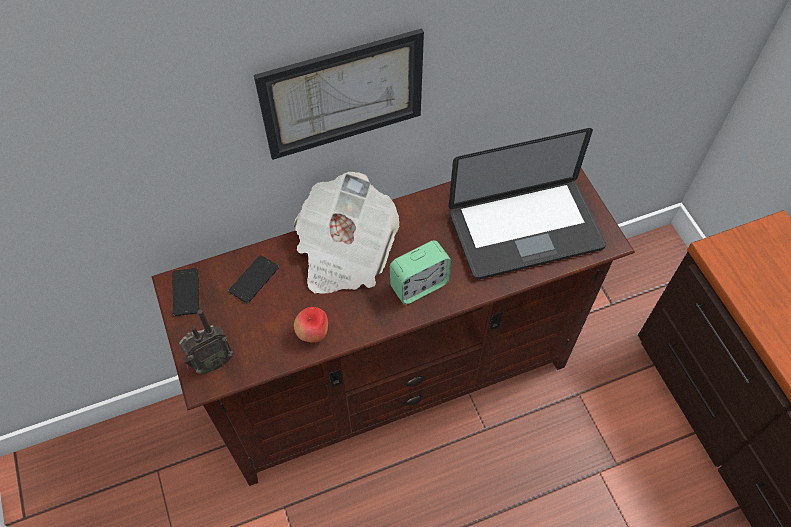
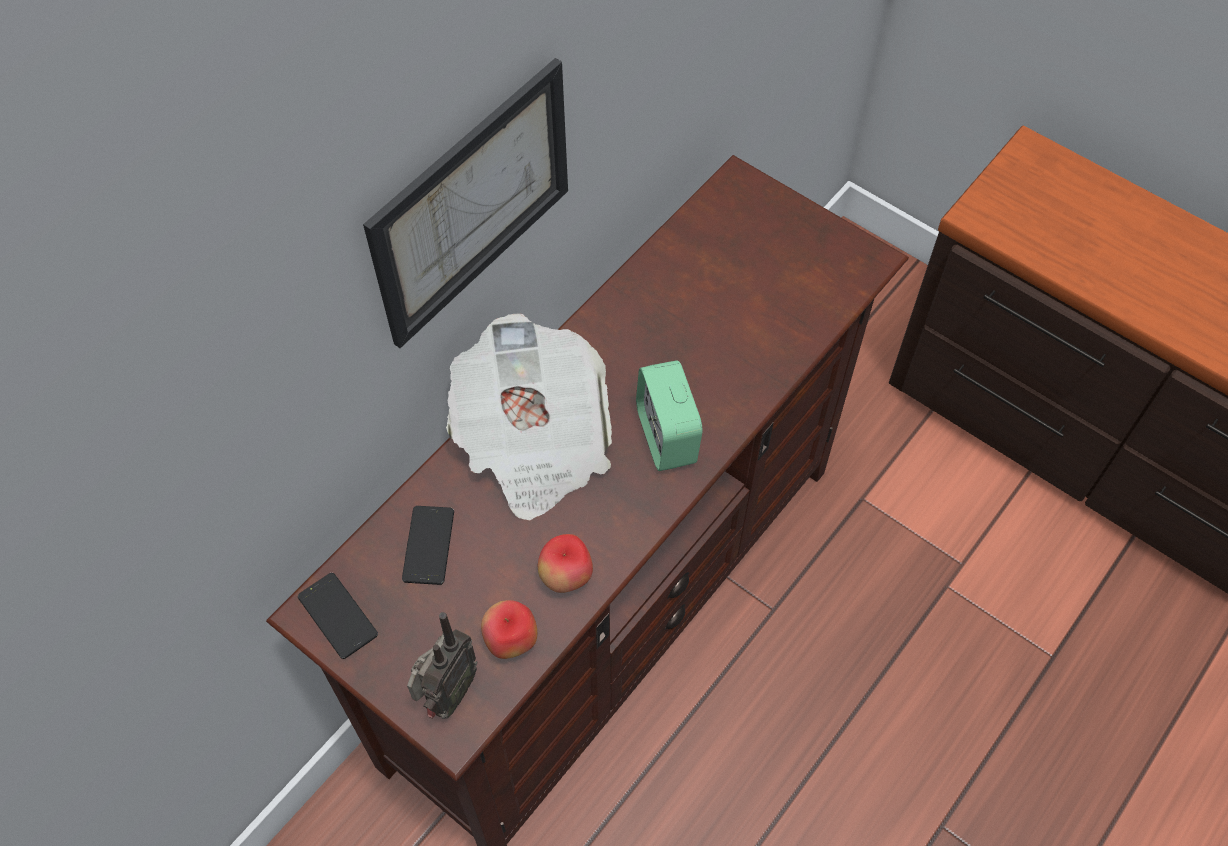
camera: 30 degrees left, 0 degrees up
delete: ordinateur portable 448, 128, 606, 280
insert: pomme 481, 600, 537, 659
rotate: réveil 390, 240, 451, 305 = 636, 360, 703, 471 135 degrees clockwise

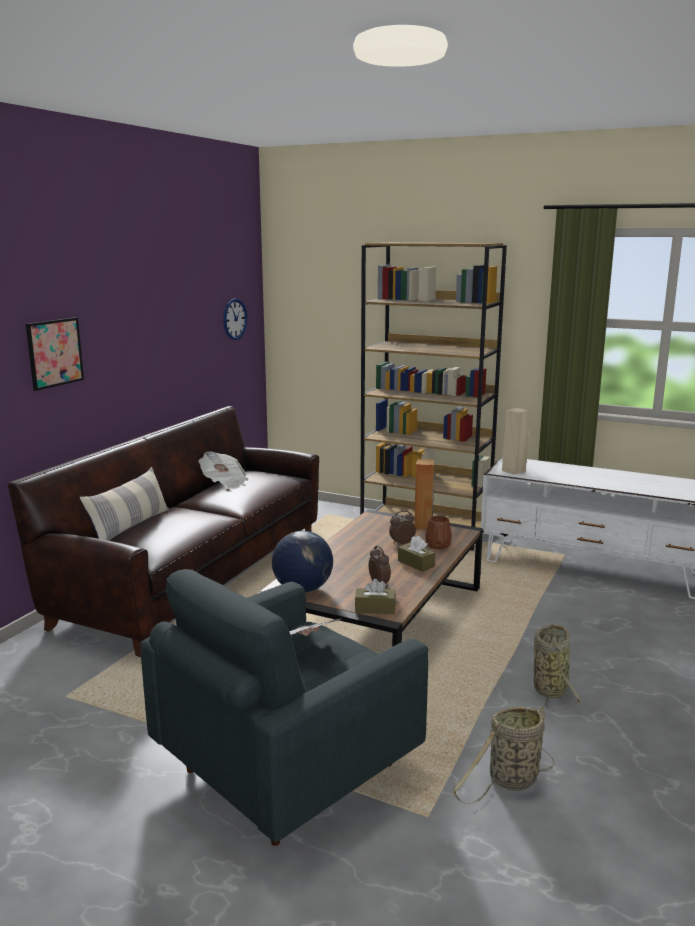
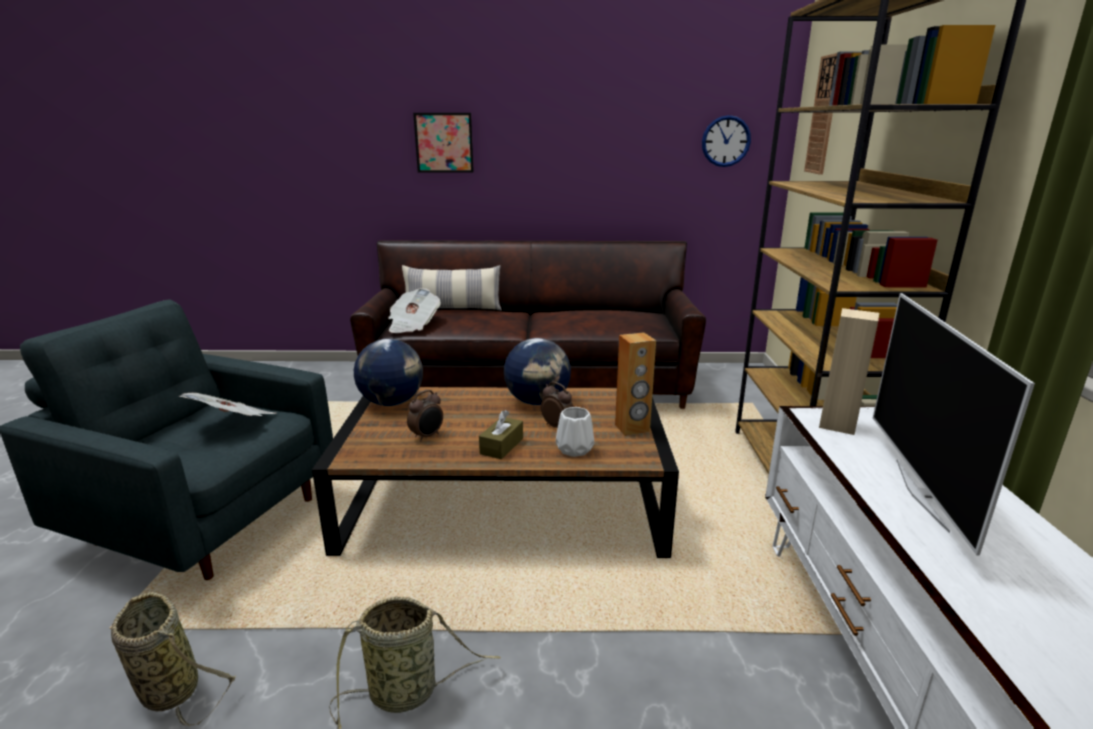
camera: 65 degrees right, 5 degrees up
delete: boîte à mouchoirs [marron] 355, 579, 396, 614
insert: globe 504, 338, 571, 405; horloge murale 804, 53, 837, 175; téléviseur 873, 293, 1035, 556
move: journal 199, 451, 248, 490 to 388, 288, 441, 333
recolor: vase [marron] 425, 516, 452, 549 to vase [blanc] 556, 407, 594, 457

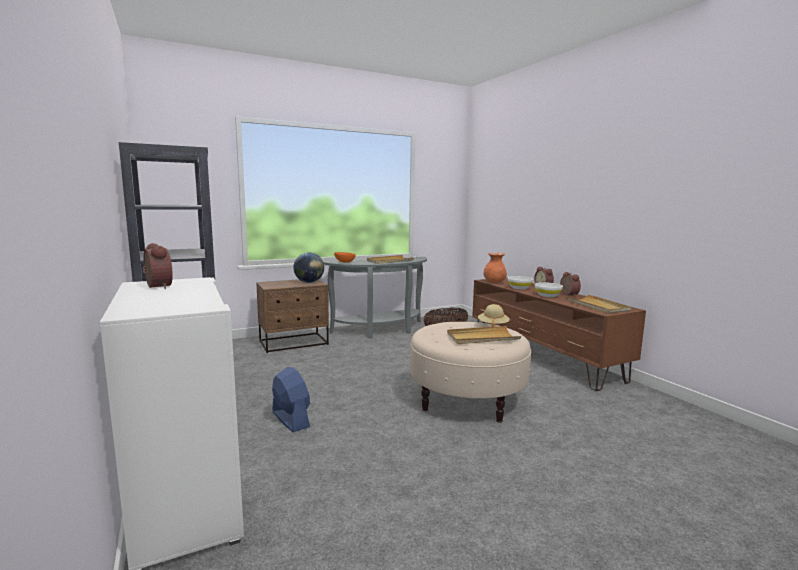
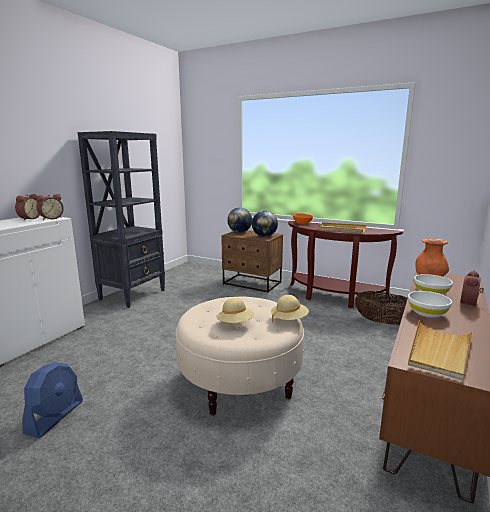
camera: 55 degrees right, 5 degrees up
insert: globe 227, 208, 252, 233
move: ventilateur [bleu] 272, 367, 310, 432 to 22, 362, 83, 438; réveil 560, 272, 581, 297 to 36, 194, 64, 220
replace: plateau [beige] 447, 326, 521, 344 to chapeau [beige] 216, 298, 255, 323
recolor: table console [gris] 323, 257, 427, 338 to table console [marron] 288, 221, 403, 308

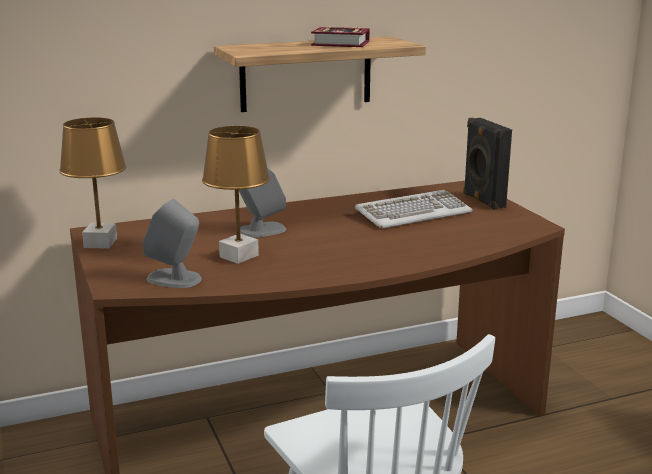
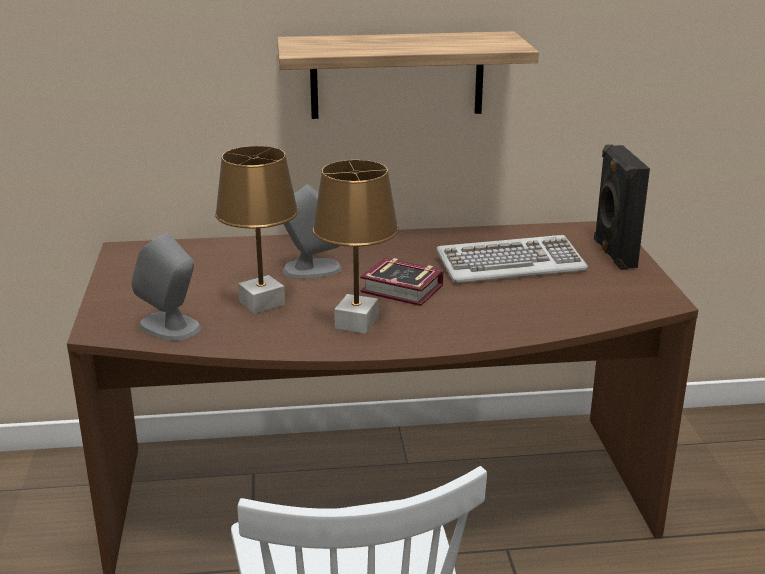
camera: 15 degrees right, 5 degrees up
move: lampe de table [marron] 59, 117, 127, 249 to 312, 160, 399, 334; livre 311, 26, 370, 47 to 360, 257, 444, 306

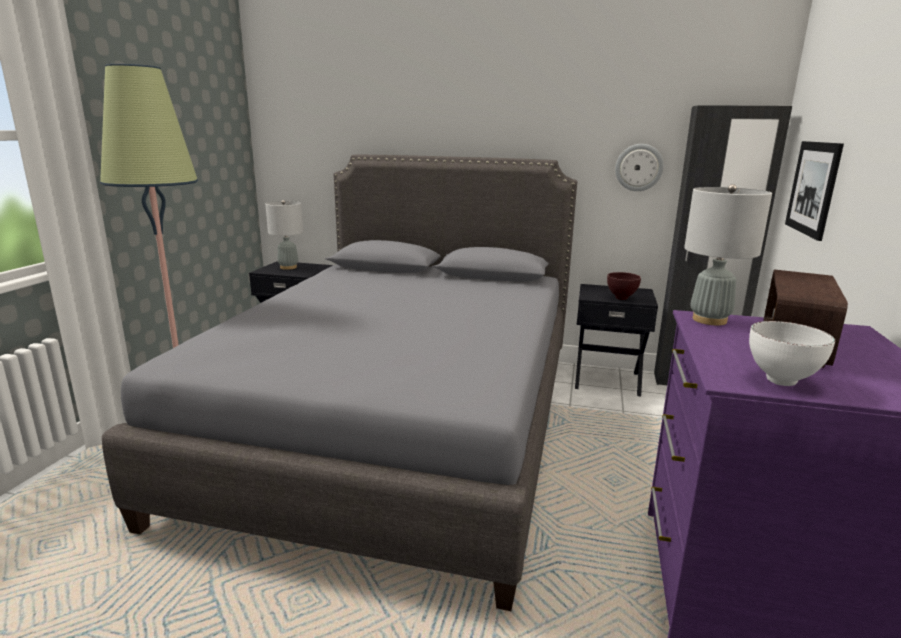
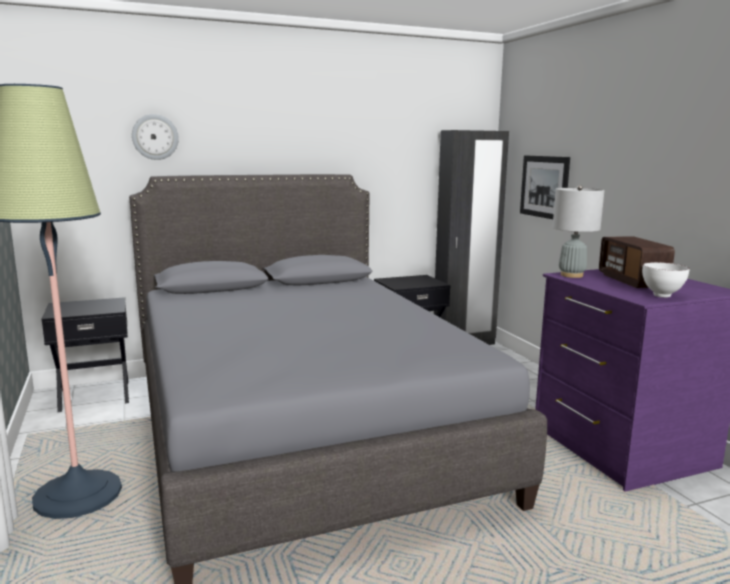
camera: 35 degrees left, 5 degrees down
delete: lampe de table [gris] 265, 200, 303, 270; bol [marron] 607, 272, 641, 300
move: horloge murale 615, 144, 664, 191 to 132, 114, 179, 160

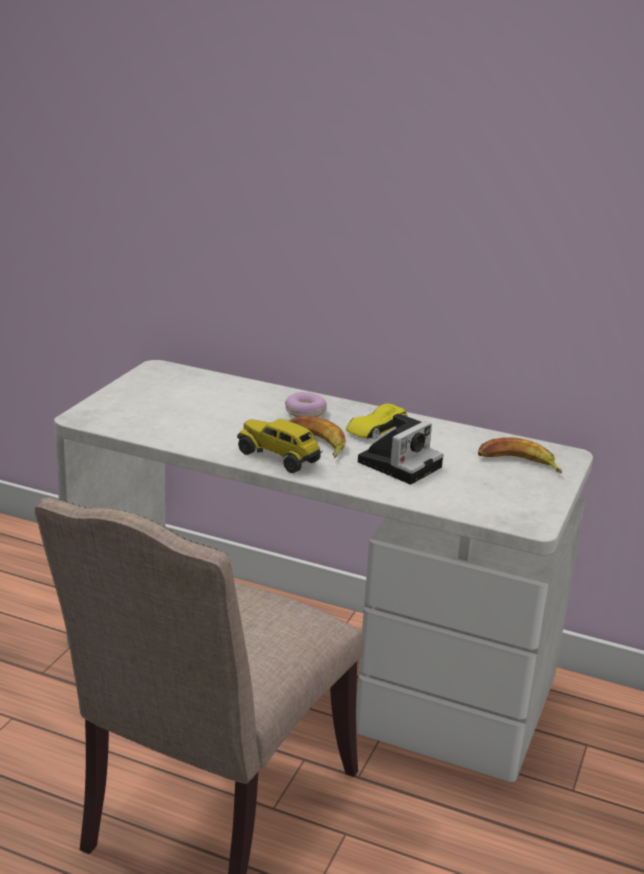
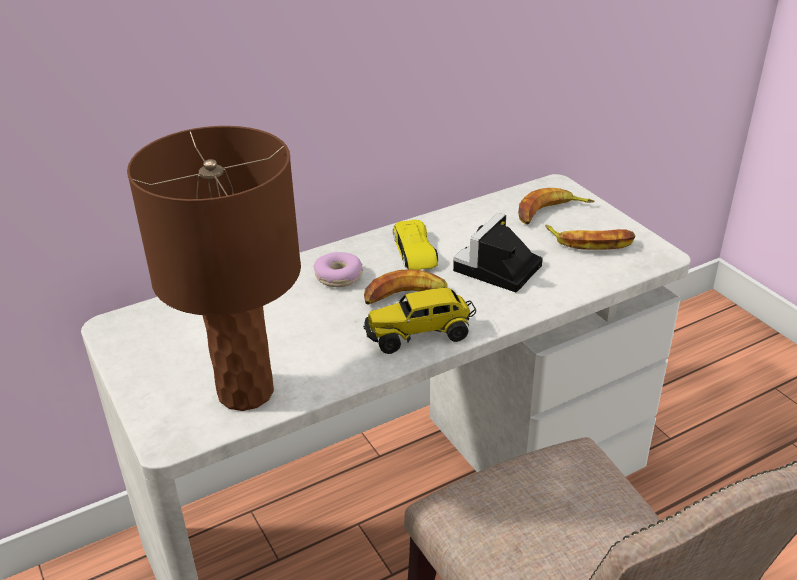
camera: 50 degrees left, 10 degrees up
insert: lampe de table [marron] 127, 126, 301, 411; banane 545, 224, 636, 250
rotate: appareil photo 358, 413, 444, 485 = 453, 213, 543, 292 135 degrees counterclockwise

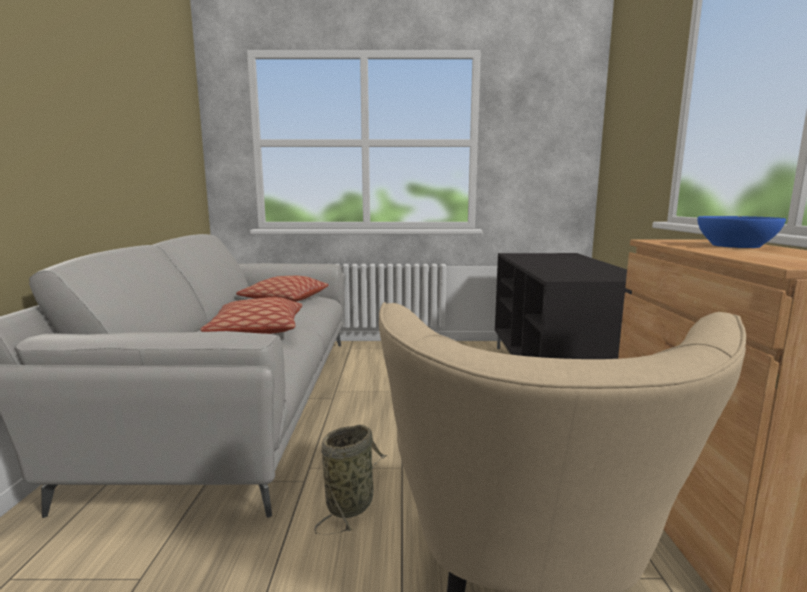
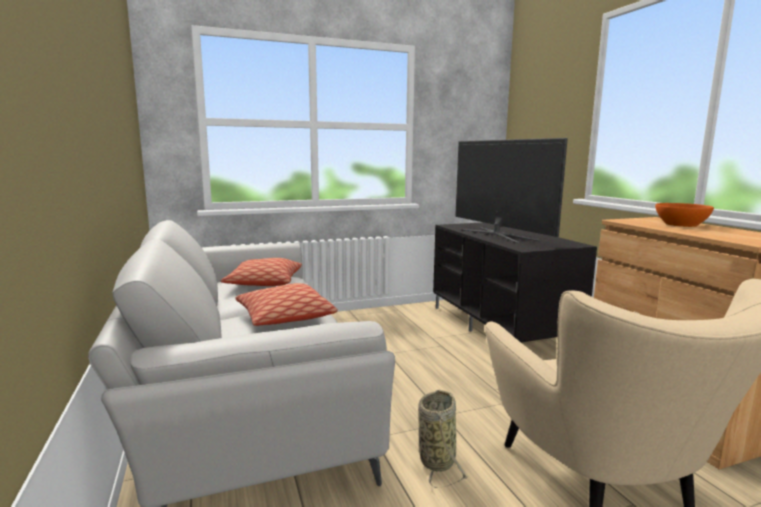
camera: 20 degrees left, 0 degrees up
insert: téléviseur 455, 138, 568, 243
recolor: bol [bleu] 697, 216, 786, 248 to bol [orange] 655, 203, 714, 227

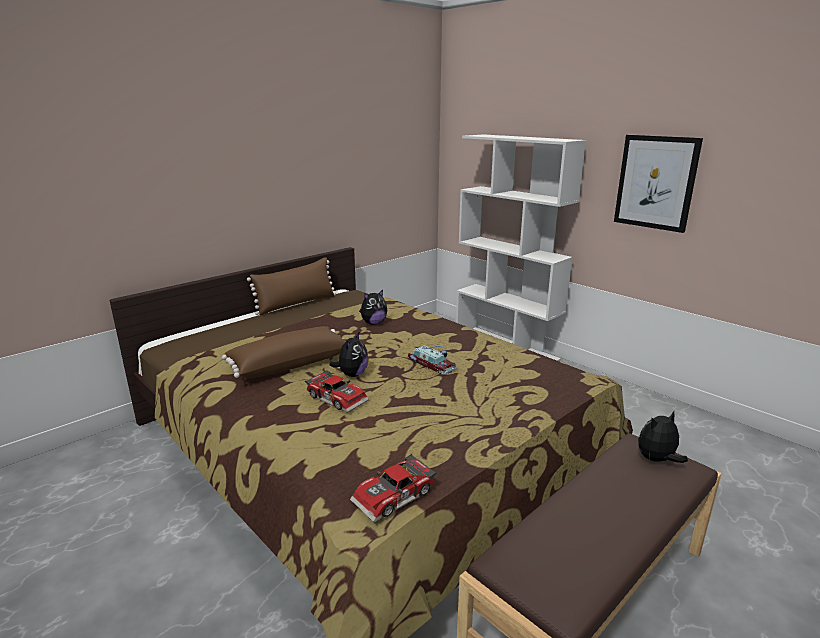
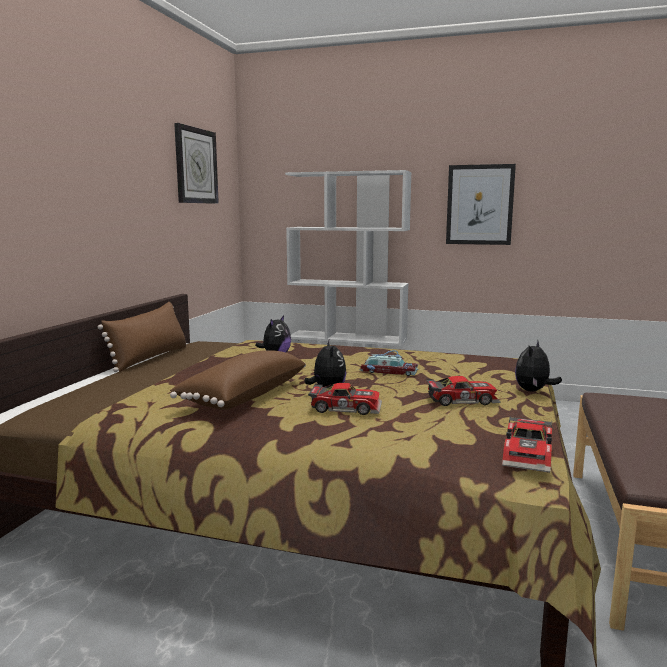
camera: 30 degrees left, 10 degrees down
insert: horloge murale 174, 123, 219, 204; petite voiture 426, 376, 500, 406
move: peluche 638, 411, 688, 463 to 515, 341, 562, 392

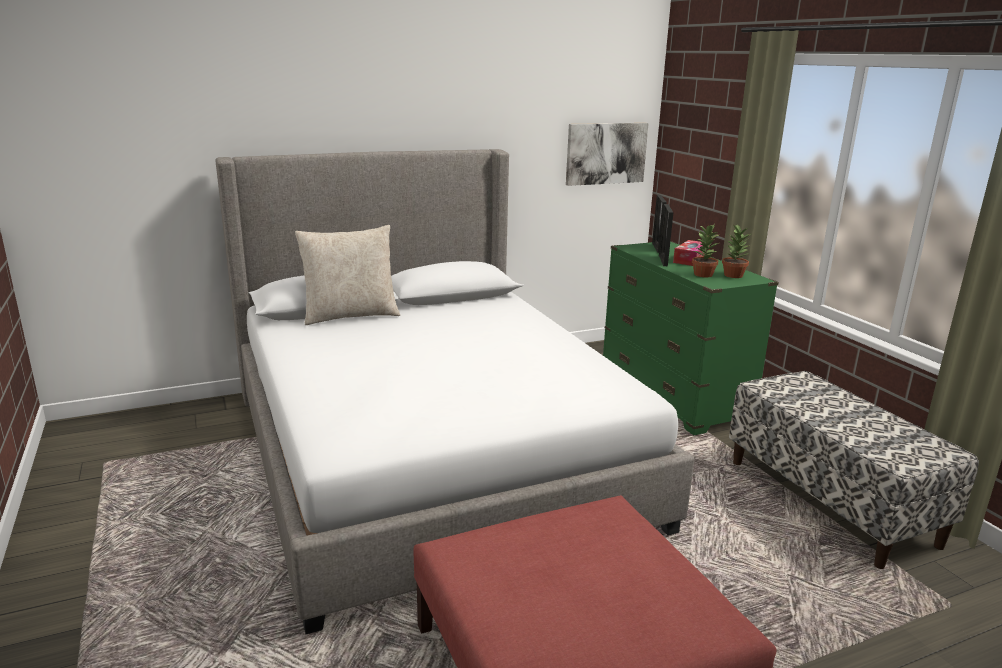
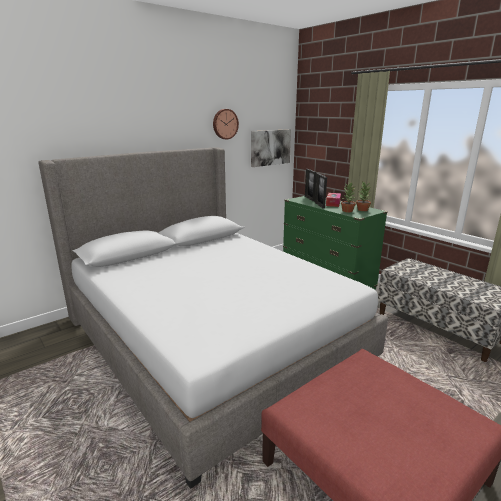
camera: 15 degrees left, 0 degrees up
delete: coussin [beige] 295, 225, 400, 325
insert: horloge murale 213, 109, 239, 139

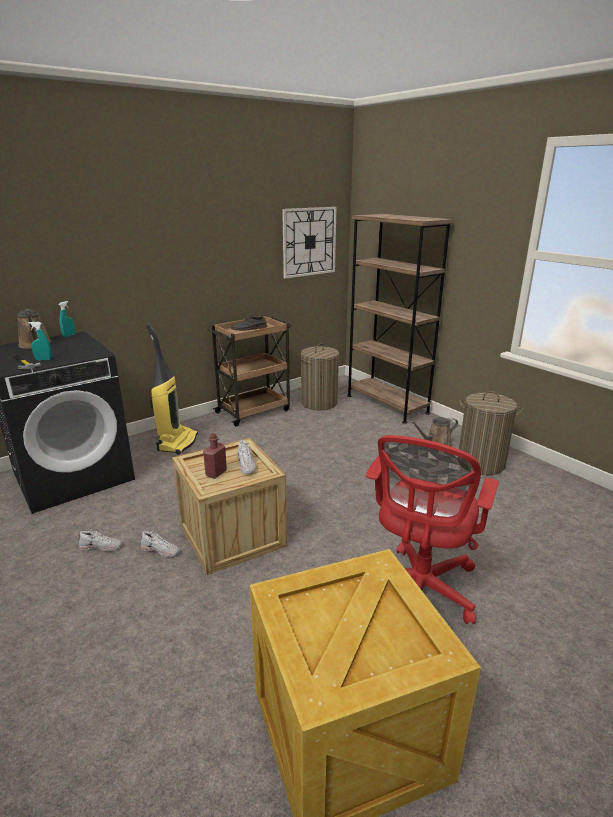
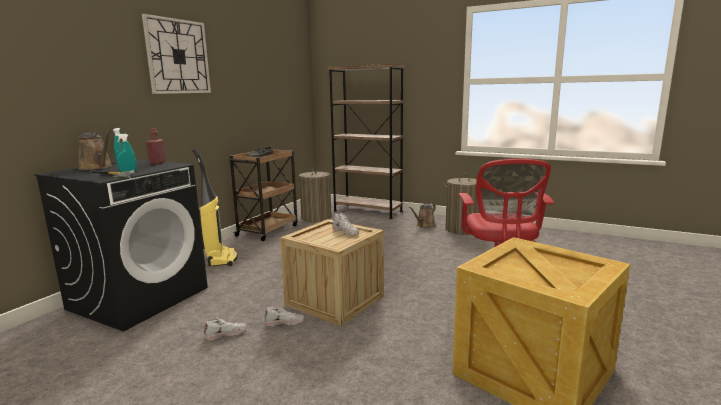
camera: 25 degrees left, 10 degrees down
move: bouteille [rouge] 203, 433, 227, 479 to 146, 128, 166, 164; horloge murale 282, 207, 337, 279 to 142, 14, 211, 94

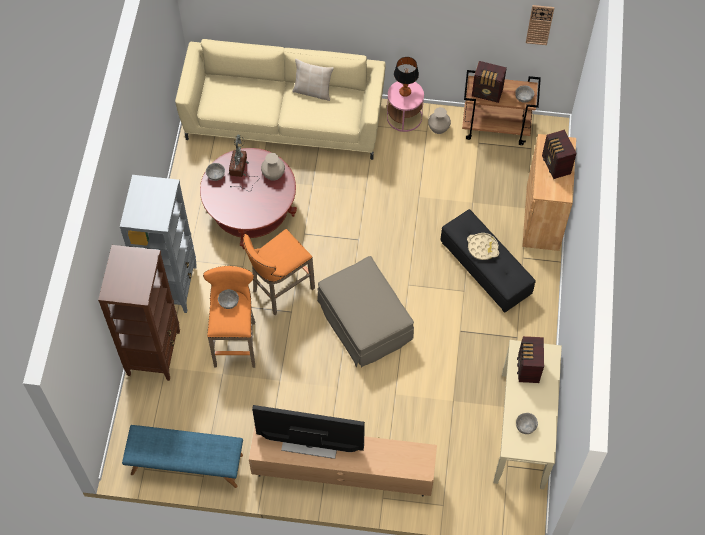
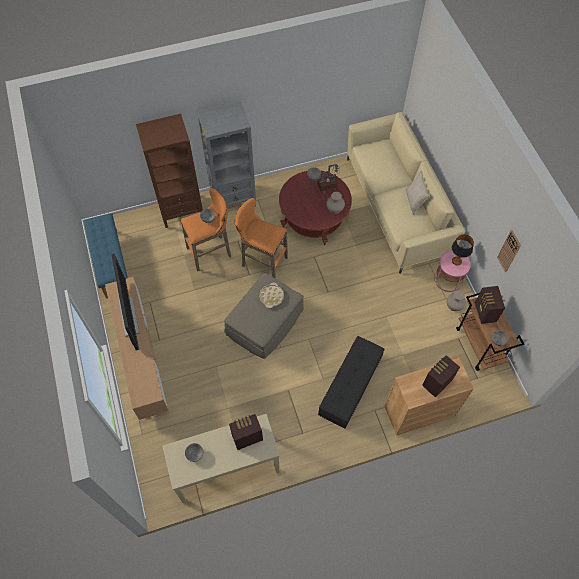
camera: 65 degrees right, 0 degrees up
move: plateau [beige] 467, 233, 499, 260 to 259, 283, 284, 308; horloge murale 526, 5, 554, 45 to 497, 230, 521, 272

